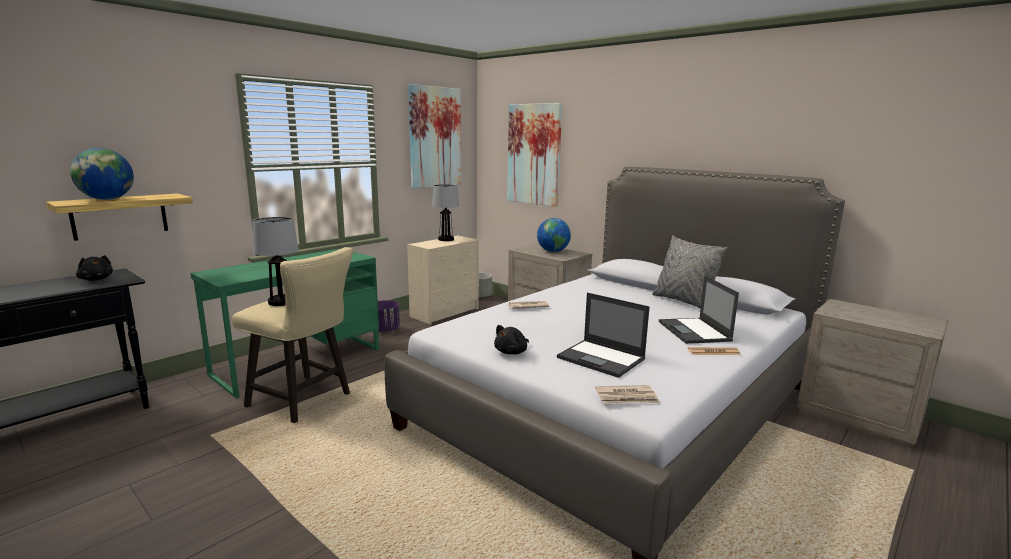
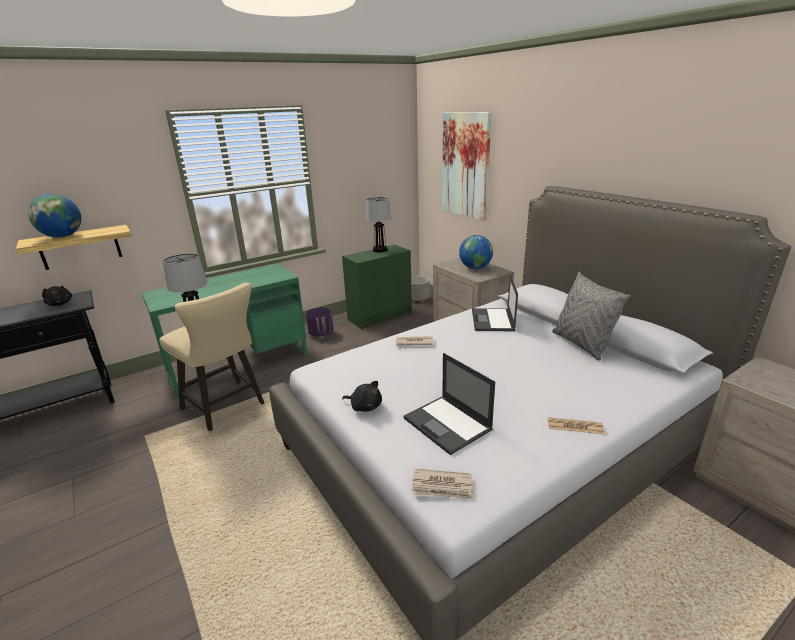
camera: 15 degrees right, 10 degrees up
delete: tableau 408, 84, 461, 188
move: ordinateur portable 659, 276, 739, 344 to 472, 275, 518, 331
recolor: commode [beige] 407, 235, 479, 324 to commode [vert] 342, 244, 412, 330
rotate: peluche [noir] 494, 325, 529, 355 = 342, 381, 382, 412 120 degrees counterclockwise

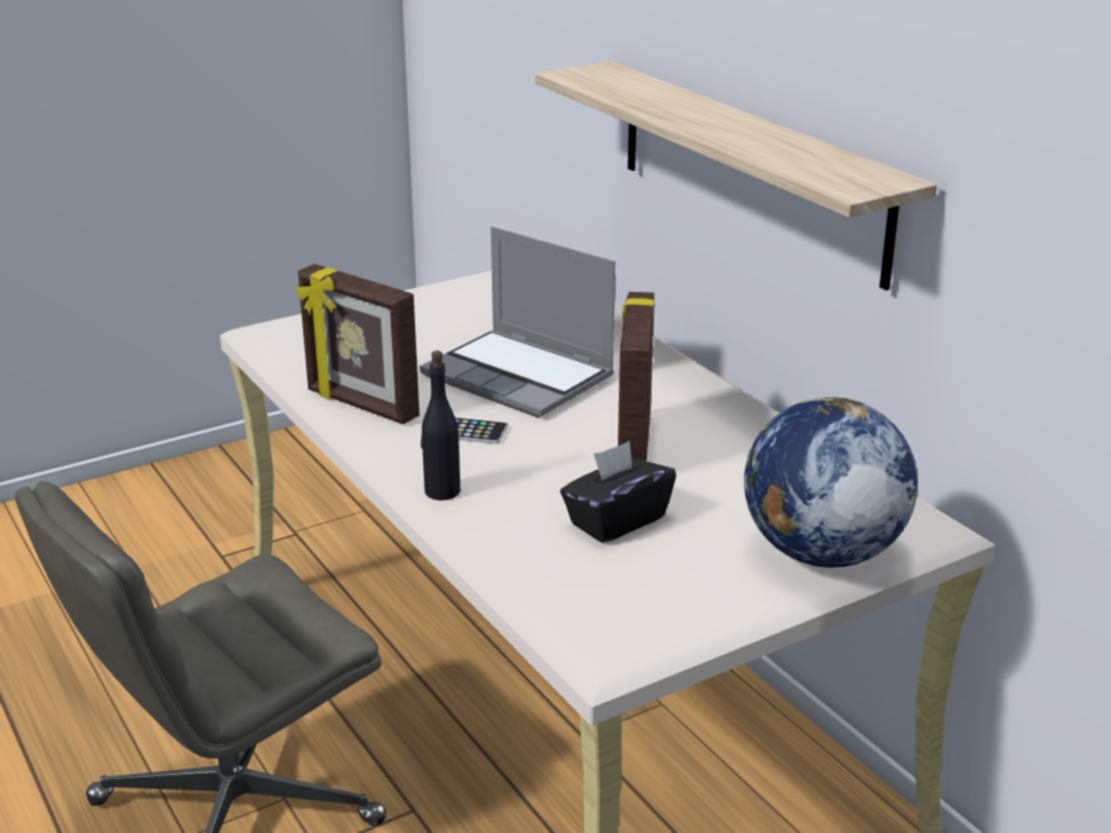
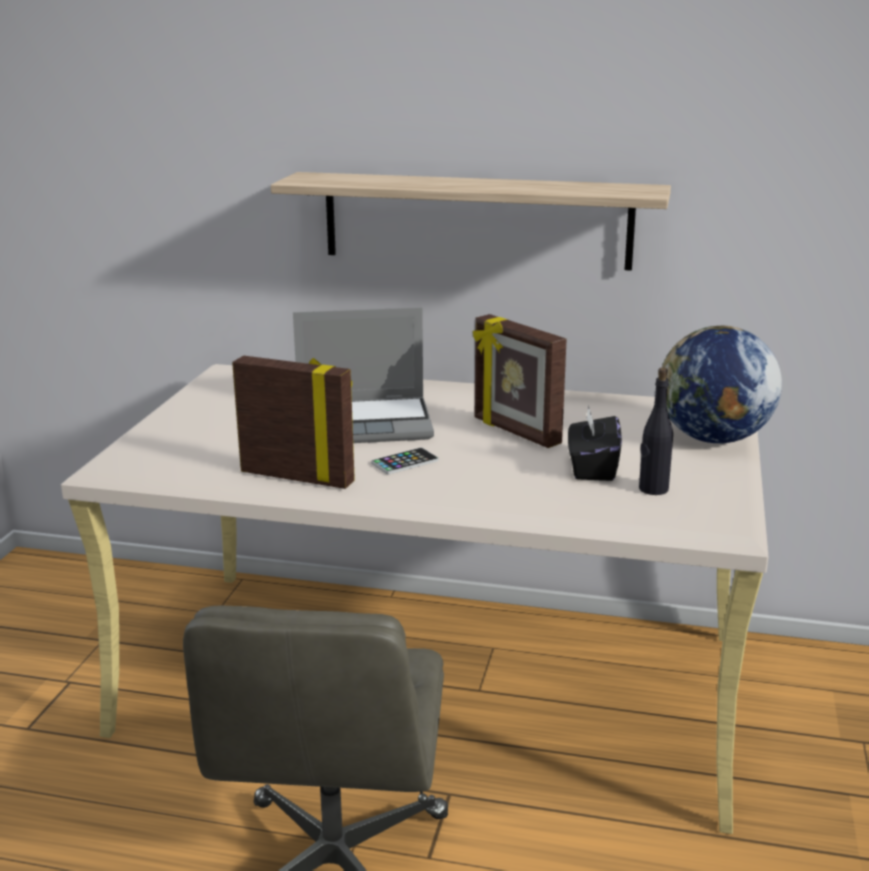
camera: 45 degrees left, 5 degrees down
move: bouteille [noir] 421, 351, 460, 501 to 639, 368, 673, 495
rotate: cadre photo 296, 264, 419, 424 = 232, 356, 355, 489 150 degrees counterclockwise

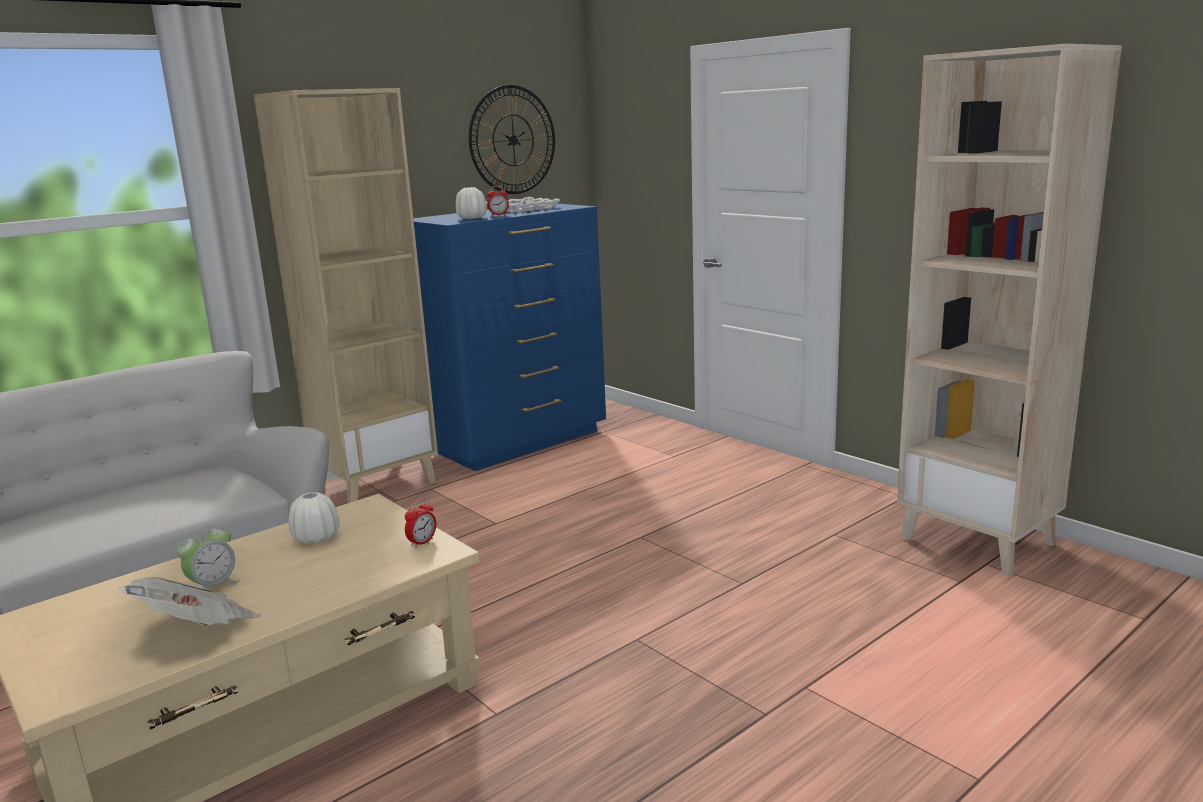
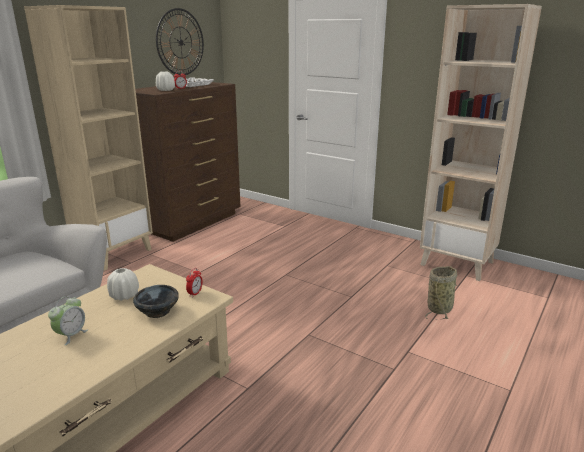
camera: 15 degrees left, 5 degrees up
delete: journal 118, 577, 261, 625
insert: bol [noir] 133, 285, 179, 318; panier 425, 266, 457, 320
recolor: commode [bleu] 413, 204, 606, 471 to commode [marron] 135, 82, 240, 242

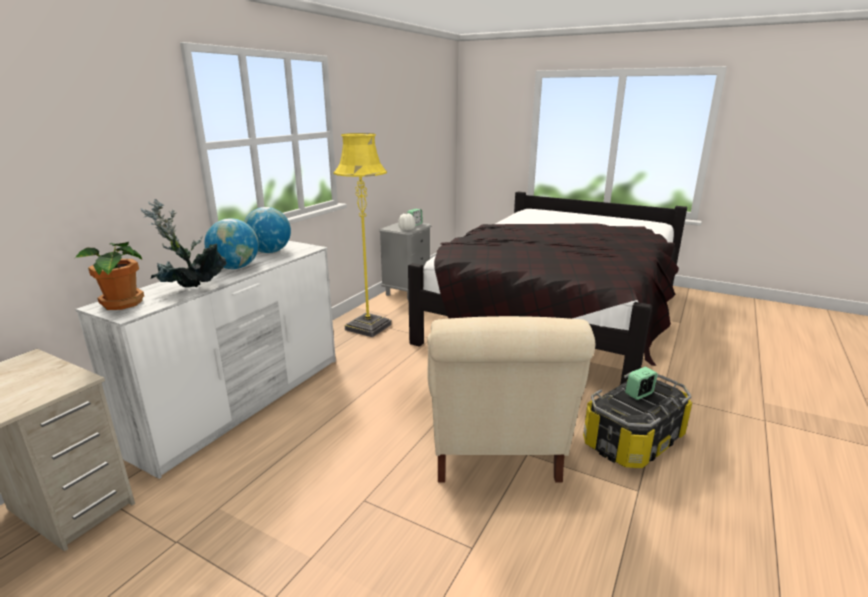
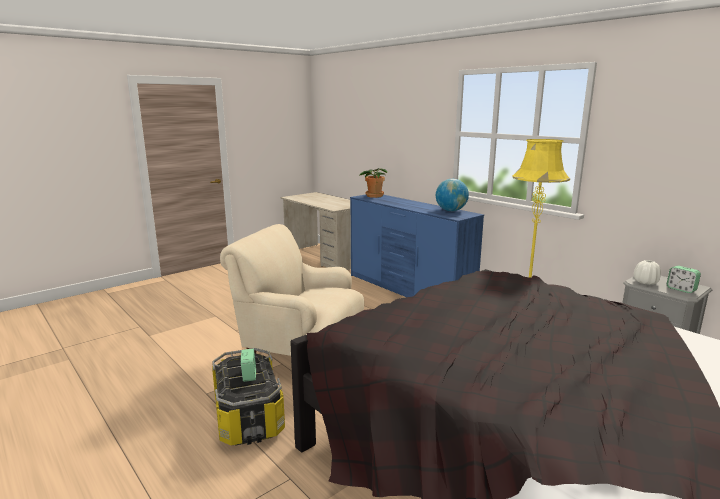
camera: 110 degrees right, 5 degrees down
delete: plante en pot 141, 199, 227, 288; globe 204, 218, 259, 269
recolor: commode [blanc] 75, 241, 336, 479 to commode [bleu] 350, 195, 484, 297

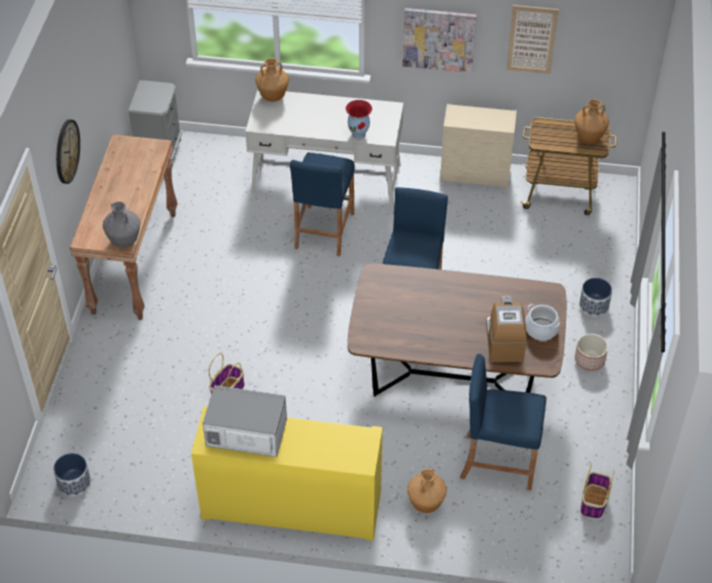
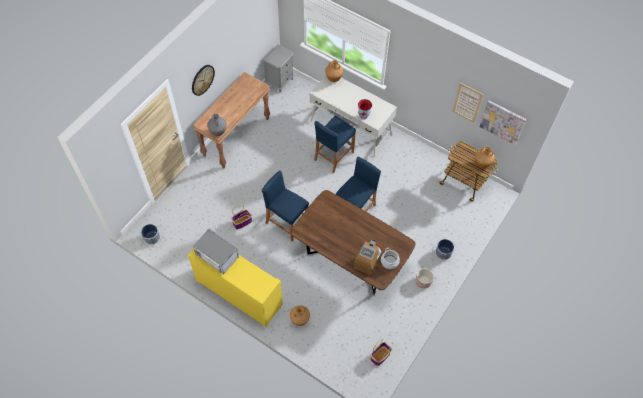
camera: 25 degrees right, 10 degrees up
delete: commode [beige] 440, 104, 517, 190
move: tableau 403, 8, 477, 73 to 480, 101, 526, 145; tabouret [bleu] 460, 354, 546, 490 to 262, 171, 309, 242

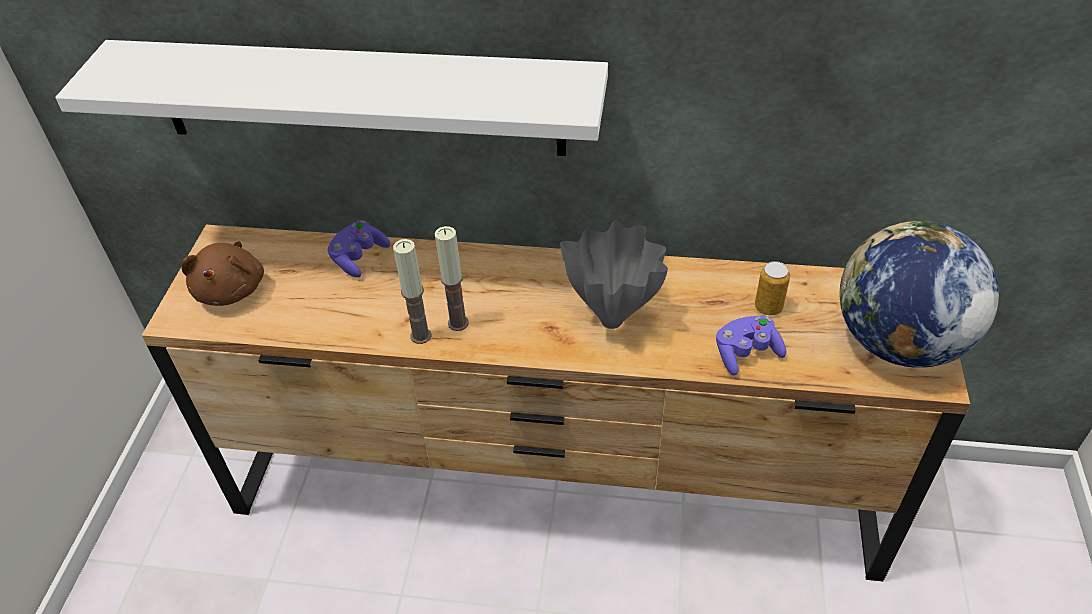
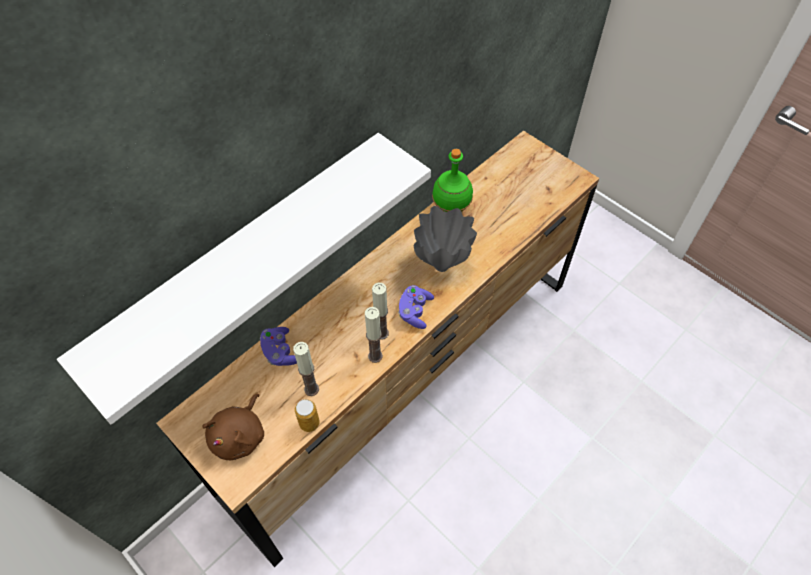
camera: 55 degrees left, 10 degrees up
delete: globe 839, 221, 999, 368
insert: bougie 293, 342, 319, 396; bouteille [vert] 432, 149, 473, 212
move: manette [violet] 716, 315, 786, 376 to 398, 285, 434, 329; boîte métallique 755, 261, 790, 315 to 295, 399, 320, 432
rotate: peluche [marron] 181, 242, 264, 306 = 202, 394, 264, 460 75 degrees clockwise

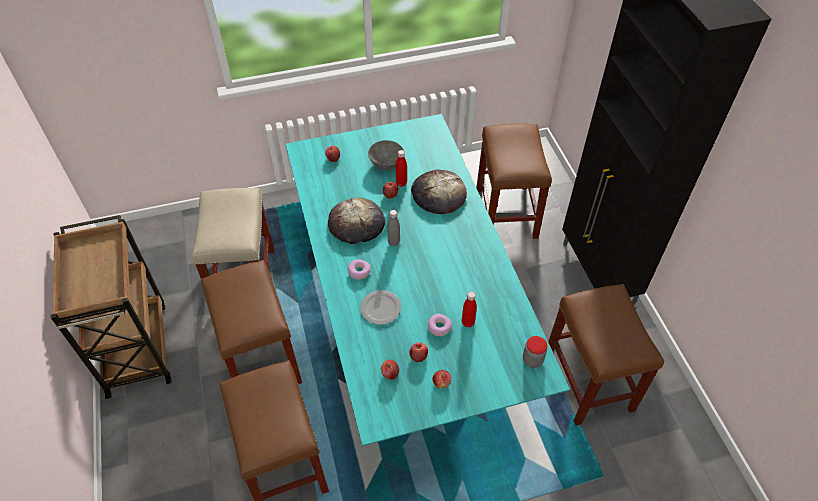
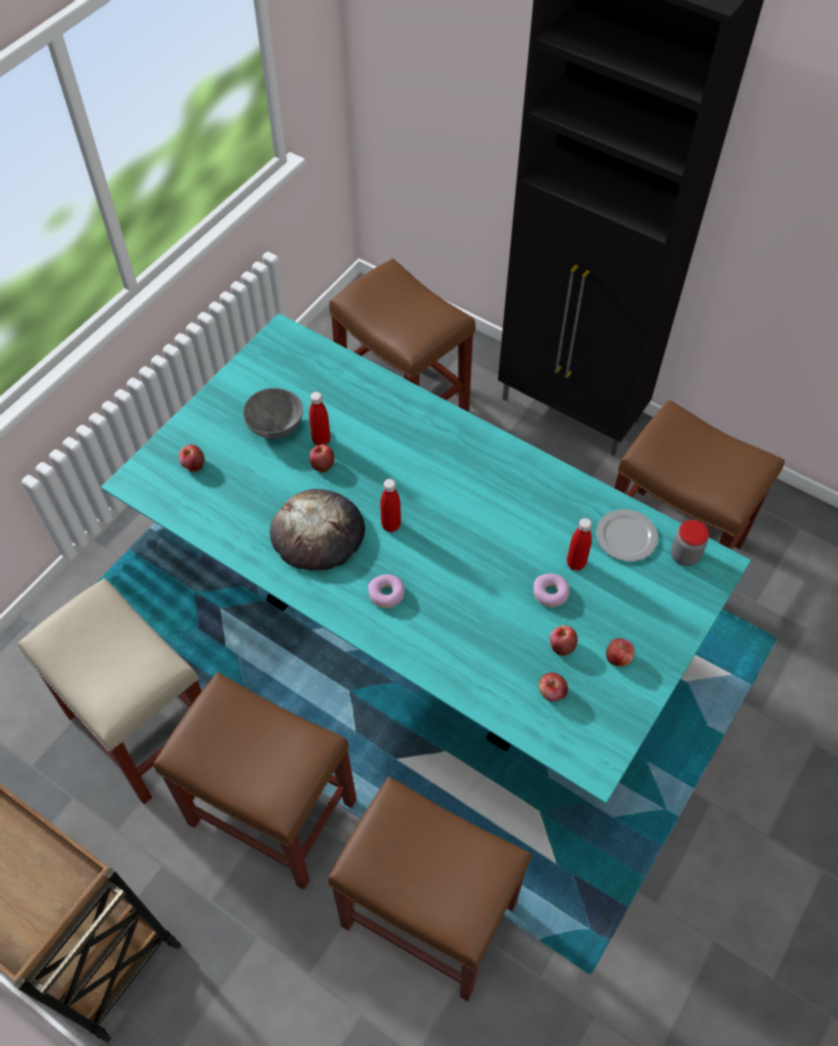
camera: 40 degrees left, 5 degrees up
delete: pain 411, 169, 467, 214
move: assiette 360, 290, 401, 325 to 596, 509, 658, 561
recolor: bouteille [gris] 388, 210, 400, 247 to bouteille [rouge] 380, 479, 401, 532

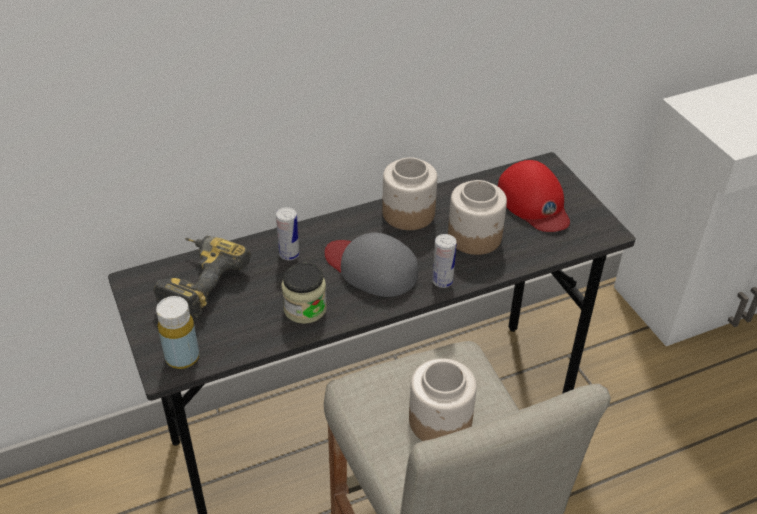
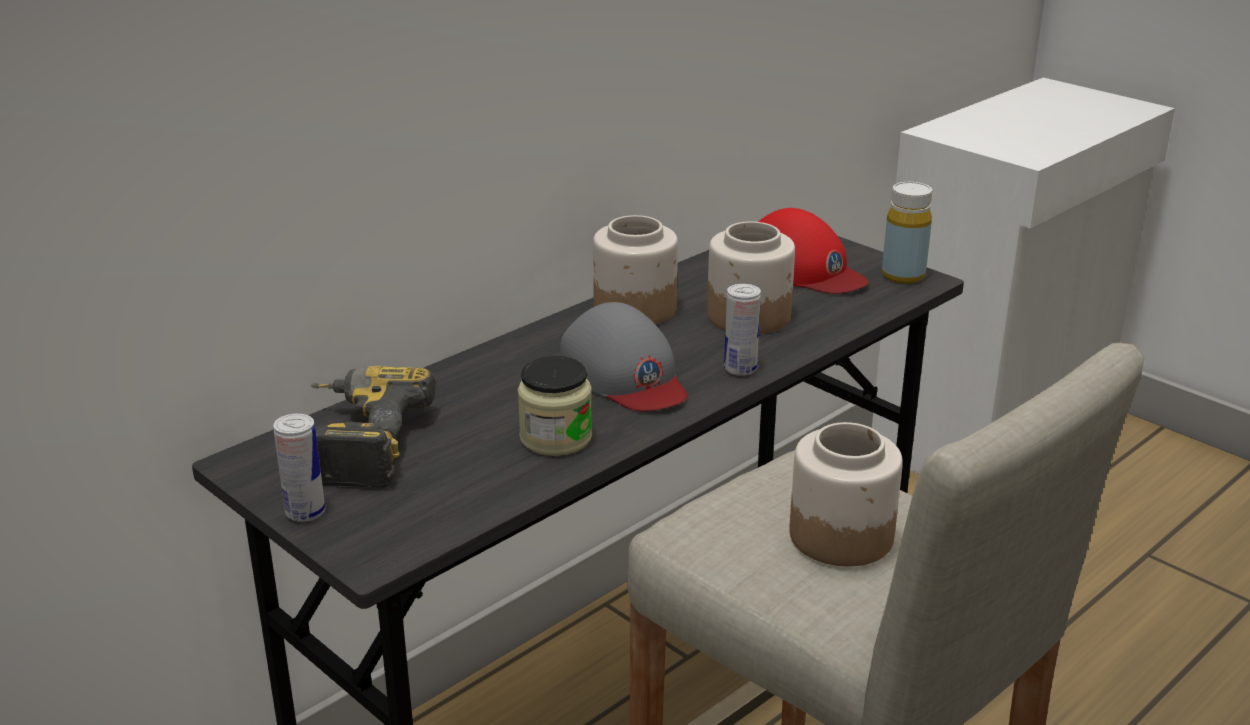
camera: 20 degrees left, 15 degrees down
move: bouteille [jaune] 156, 296, 199, 369 to 882, 182, 932, 284; boîte métallique 276, 207, 300, 261 to 273, 414, 325, 522
rotate: casquette [gris] 325, 233, 418, 297 = 560, 302, 687, 411 135 degrees counterclockwise

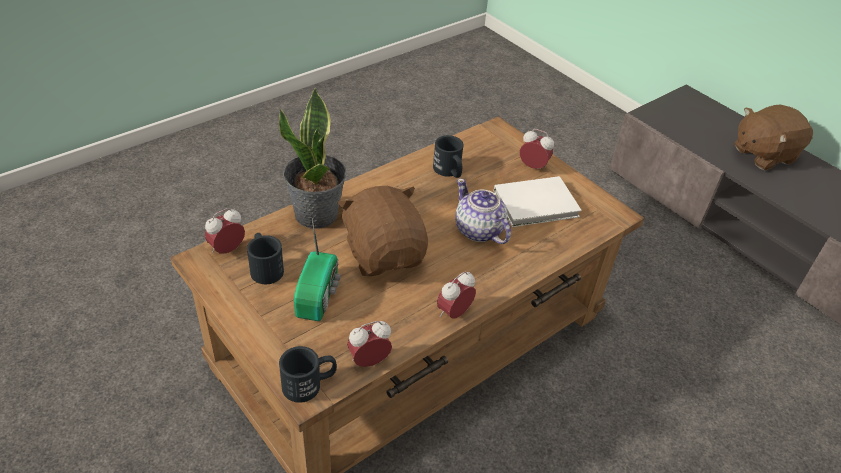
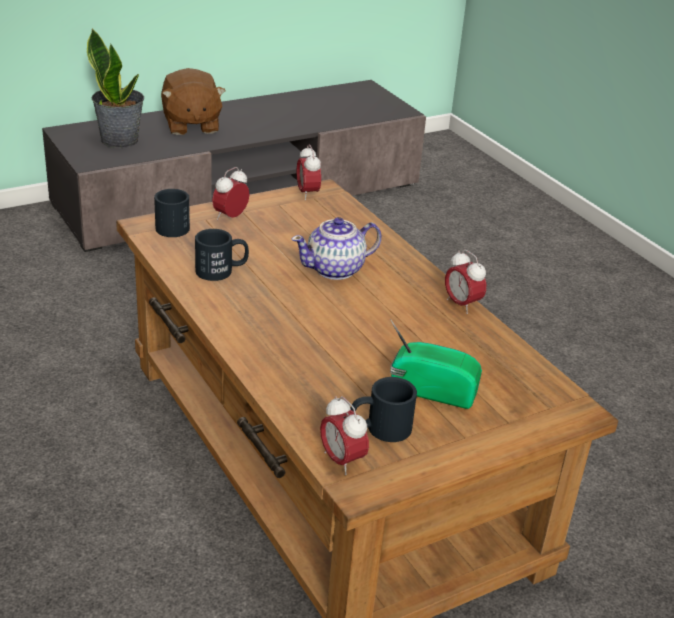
camera: 80 degrees left, 10 degrees down
delete: peluche [marron] 338, 186, 428, 276; livre [blanc] 493, 176, 582, 227
move: plante en pot 279, 87, 346, 229 to 87, 28, 144, 148; mug [noir] 279, 346, 337, 403 to 154, 189, 190, 237; réveil 347, 321, 392, 367 to 297, 144, 321, 200

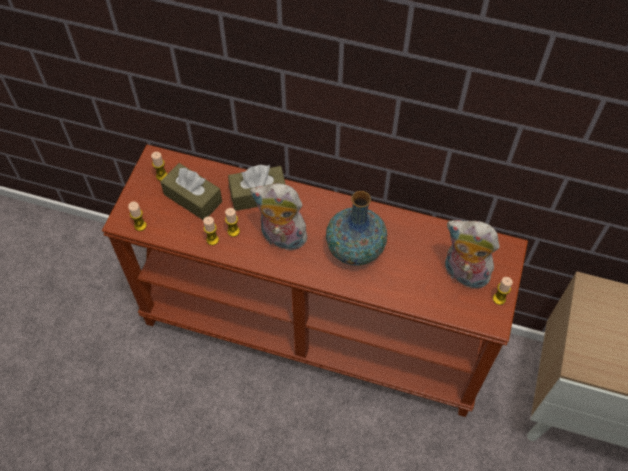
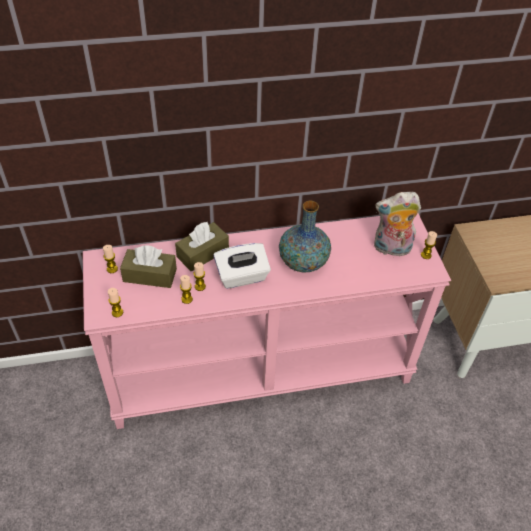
camera: 30 degrees left, 10 degrees down
replace: peluche 250, 183, 307, 250 to boîte à mouchoirs [blanc] 213, 243, 271, 289
recolor: table console [marron] 102, 144, 528, 417 to table console [rose] 83, 214, 451, 429

